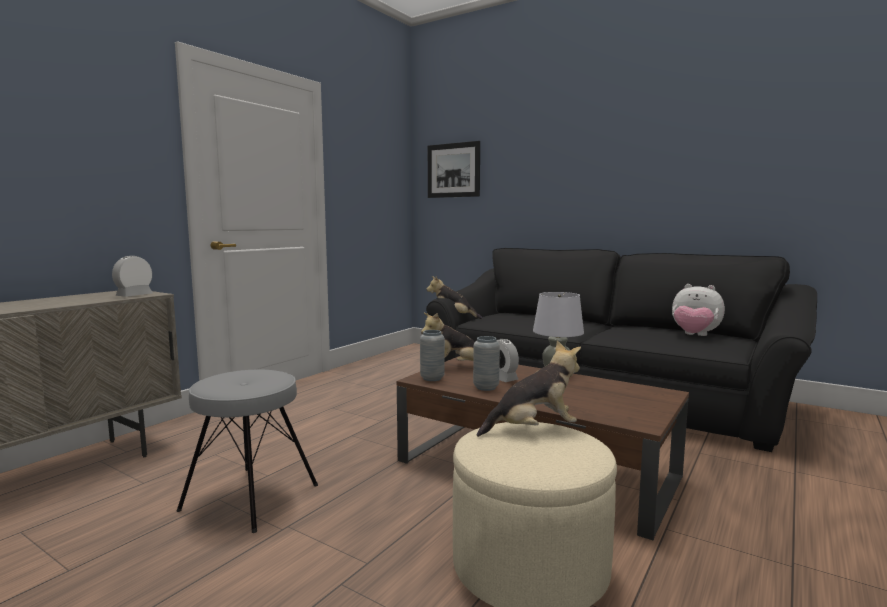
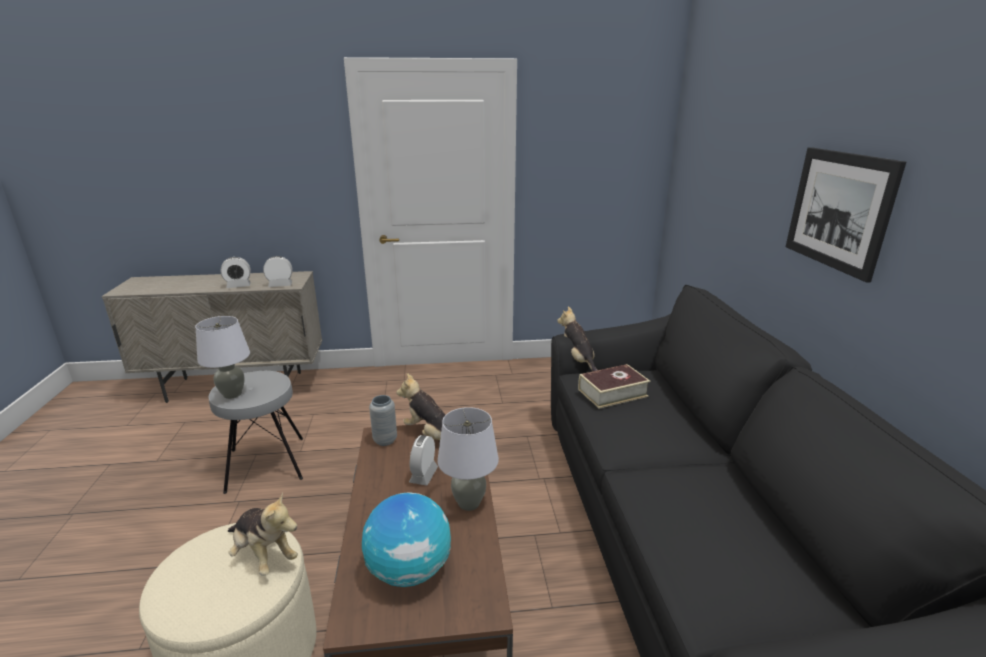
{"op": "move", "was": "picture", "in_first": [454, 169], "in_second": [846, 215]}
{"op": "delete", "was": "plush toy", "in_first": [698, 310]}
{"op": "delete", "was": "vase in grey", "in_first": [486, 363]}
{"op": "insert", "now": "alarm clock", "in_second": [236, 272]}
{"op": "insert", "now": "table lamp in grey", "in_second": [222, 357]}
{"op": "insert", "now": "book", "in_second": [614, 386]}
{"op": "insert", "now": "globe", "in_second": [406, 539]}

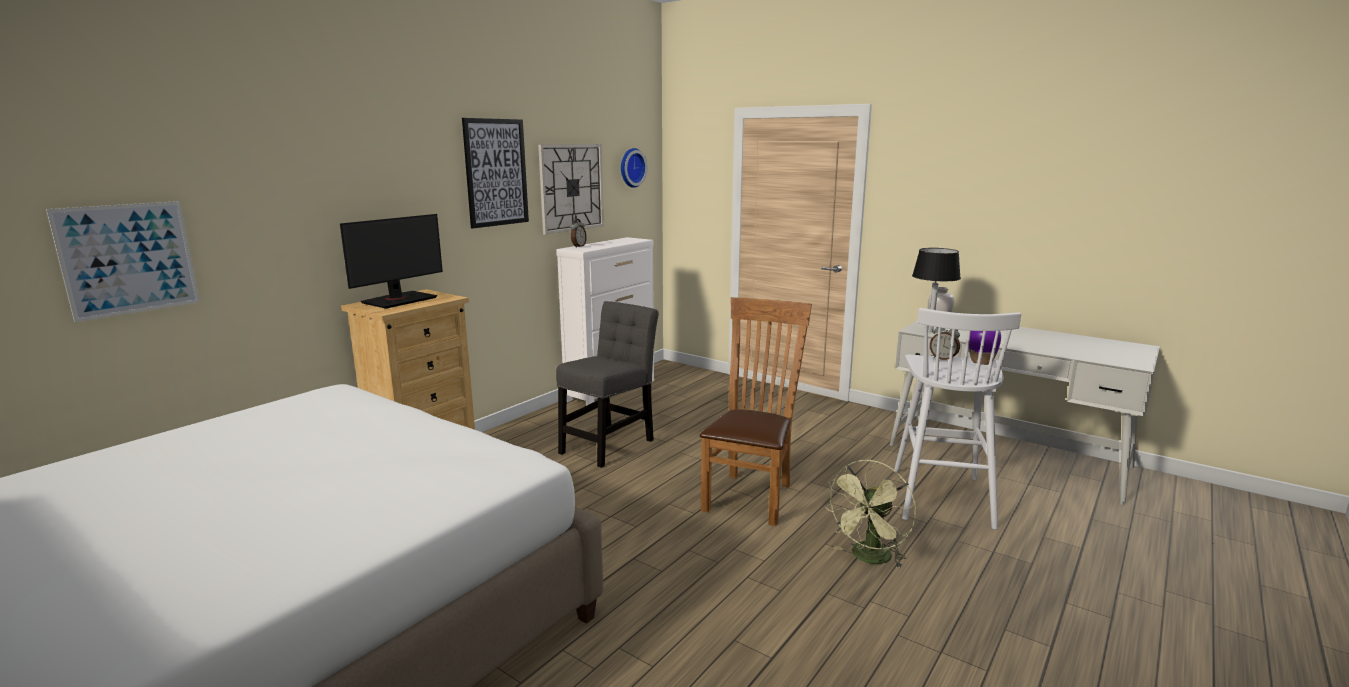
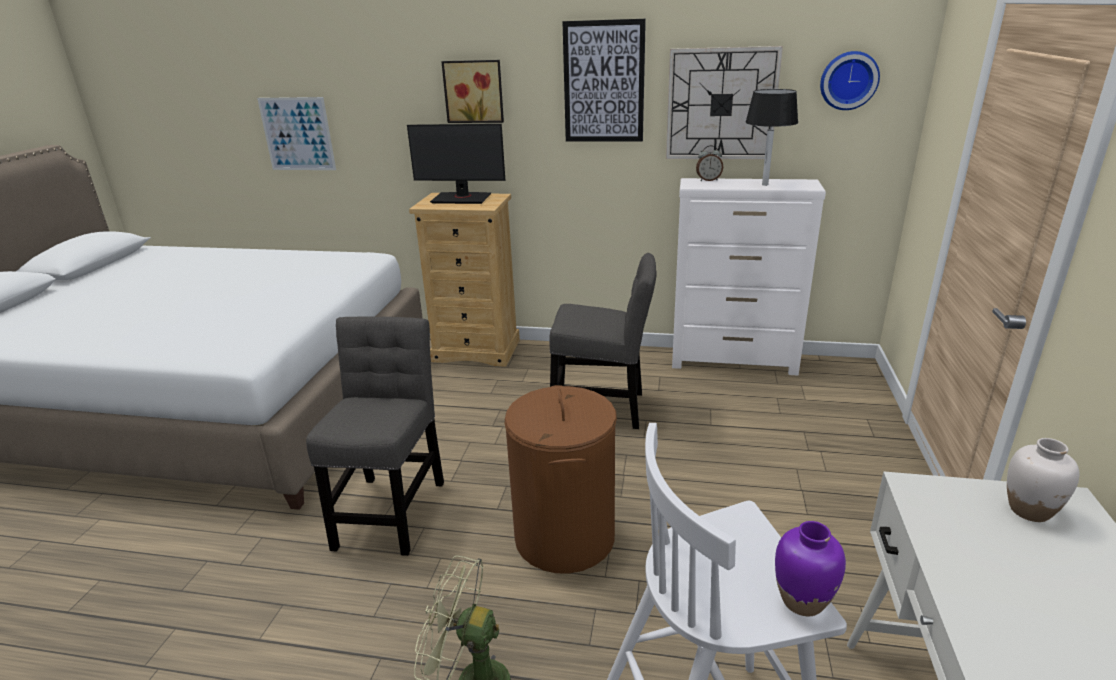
{"op": "move", "was": "table lamp in black", "in_first": [936, 290], "in_second": [771, 137]}
{"op": "replace", "was": "chair in brown", "now": "laundry basket in brown", "in_first": [756, 411], "in_second": [560, 479]}
{"op": "delete", "was": "alarm clock", "in_first": [945, 343]}
{"op": "insert", "now": "picture", "in_second": [472, 91]}
{"op": "insert", "now": "chair in grey", "in_second": [375, 436]}

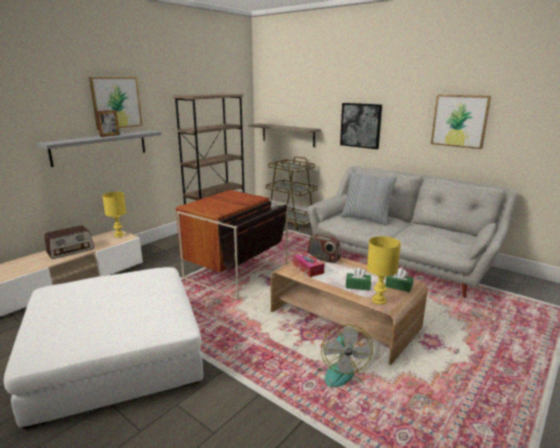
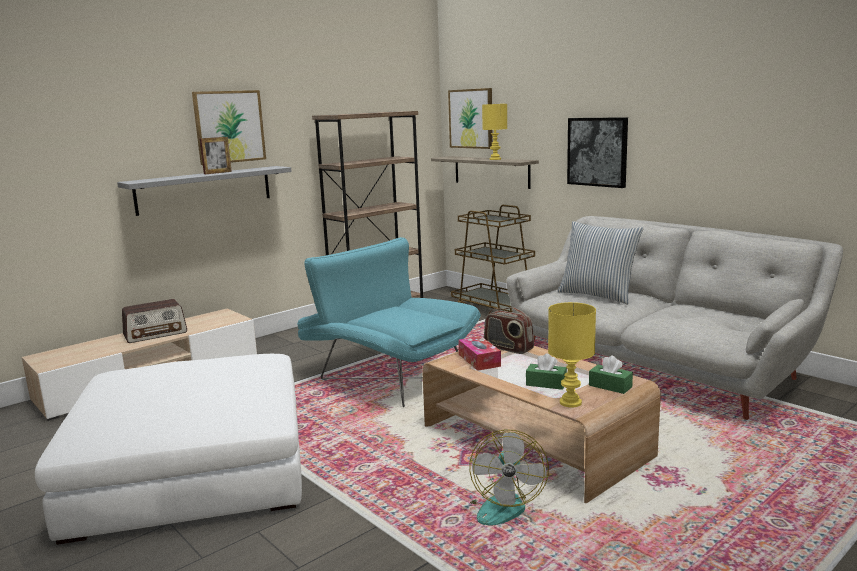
{"op": "move", "was": "picture", "in_first": [461, 122], "in_second": [470, 118]}
{"op": "replace", "was": "side table", "now": "armchair in turquoise", "in_first": [232, 245], "in_second": [389, 322]}
{"op": "move", "was": "table lamp in yellow", "in_first": [114, 214], "in_second": [494, 132]}

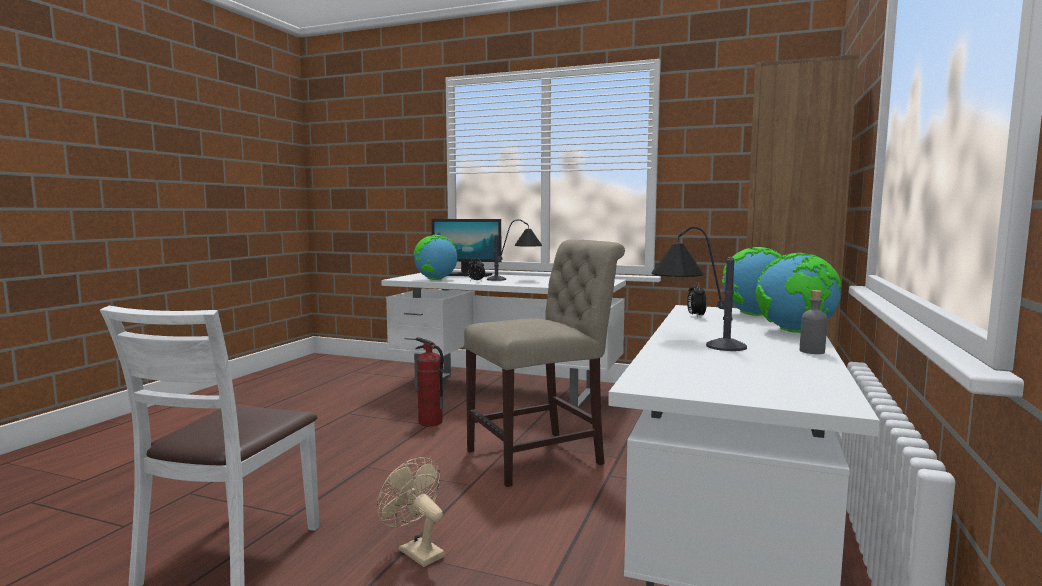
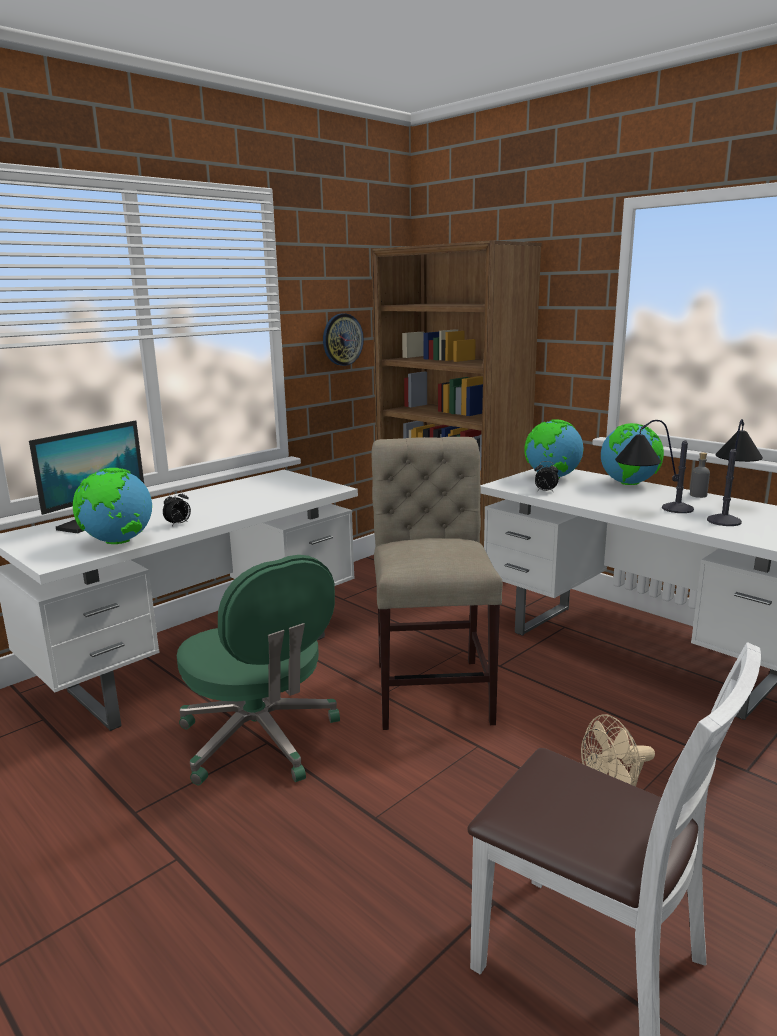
{"op": "move", "was": "table lamp", "in_first": [514, 250], "in_second": [735, 472]}
{"op": "replace", "was": "fire extinguisher", "now": "office chair in green", "in_first": [430, 381], "in_second": [258, 670]}
{"op": "insert", "now": "wall clock", "in_second": [343, 339]}

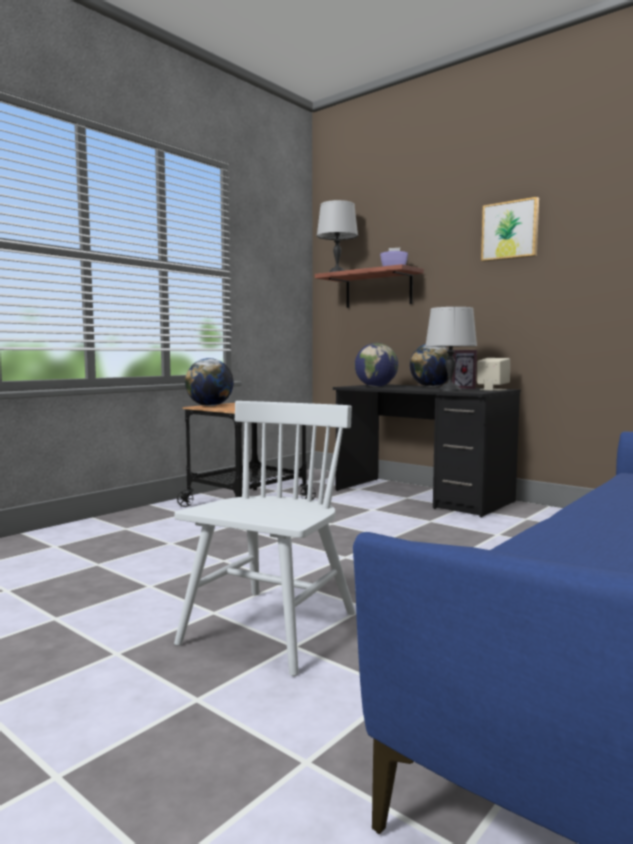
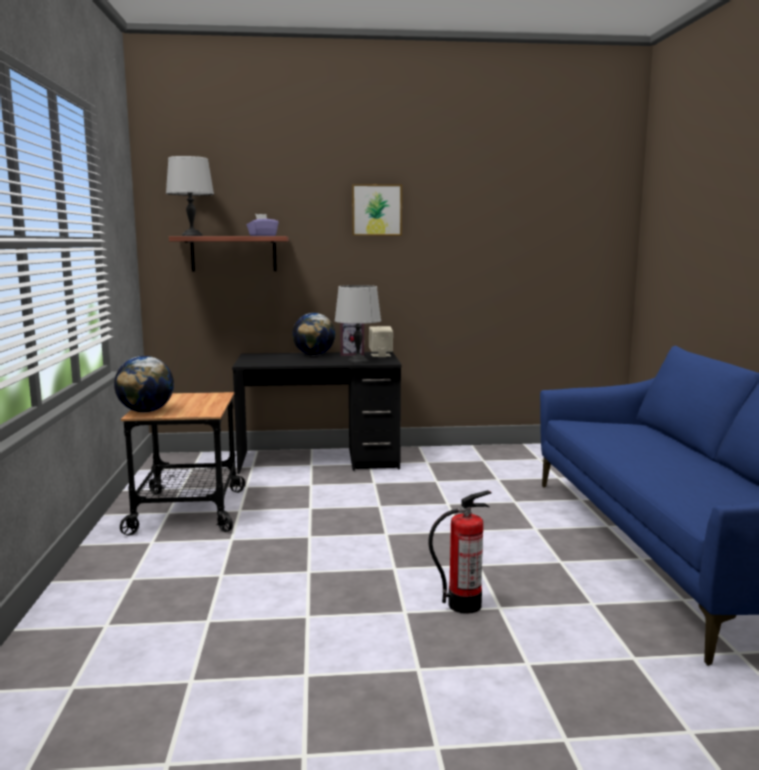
{"op": "delete", "was": "globe", "in_first": [376, 365]}
{"op": "replace", "was": "chair in white", "now": "fire extinguisher", "in_first": [265, 538], "in_second": [460, 552]}

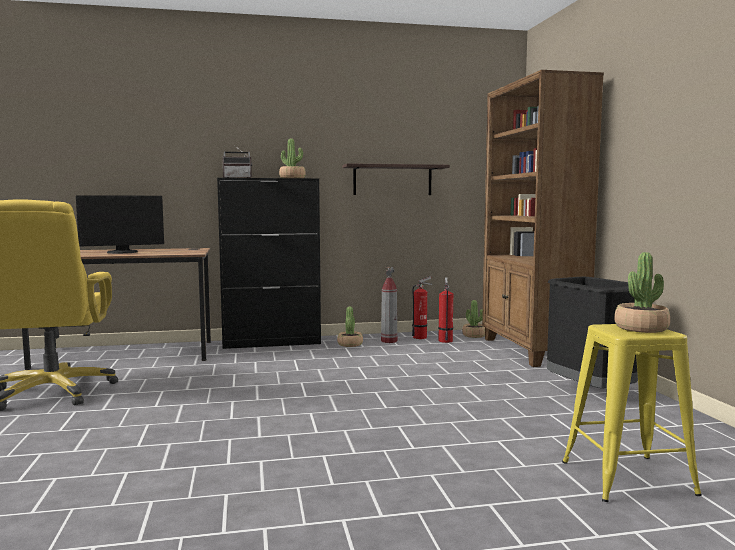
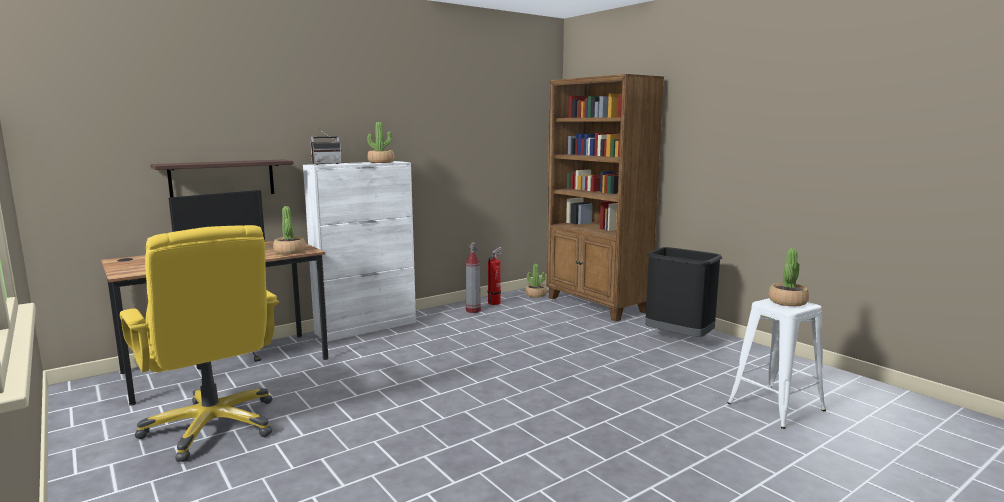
{"op": "move", "was": "shelf", "in_first": [396, 179], "in_second": [222, 178]}
{"op": "recolor", "was": "cabinet in black", "now": "cabinet in white", "in_first": [269, 263], "in_second": [359, 251]}
{"op": "delete", "was": "fire extinguisher", "in_first": [445, 310]}
{"op": "move", "was": "potted plant", "in_first": [350, 326], "in_second": [289, 230]}
{"op": "recolor", "was": "stool in yellow", "now": "stool in white", "in_first": [632, 413], "in_second": [777, 363]}

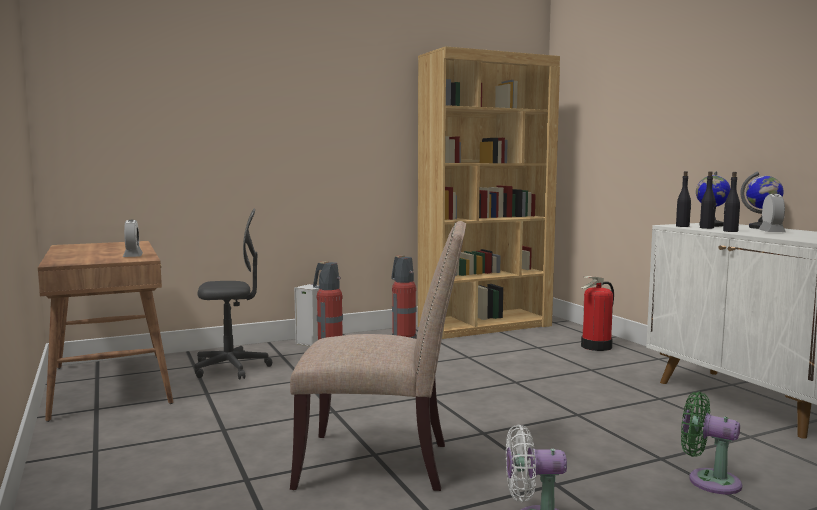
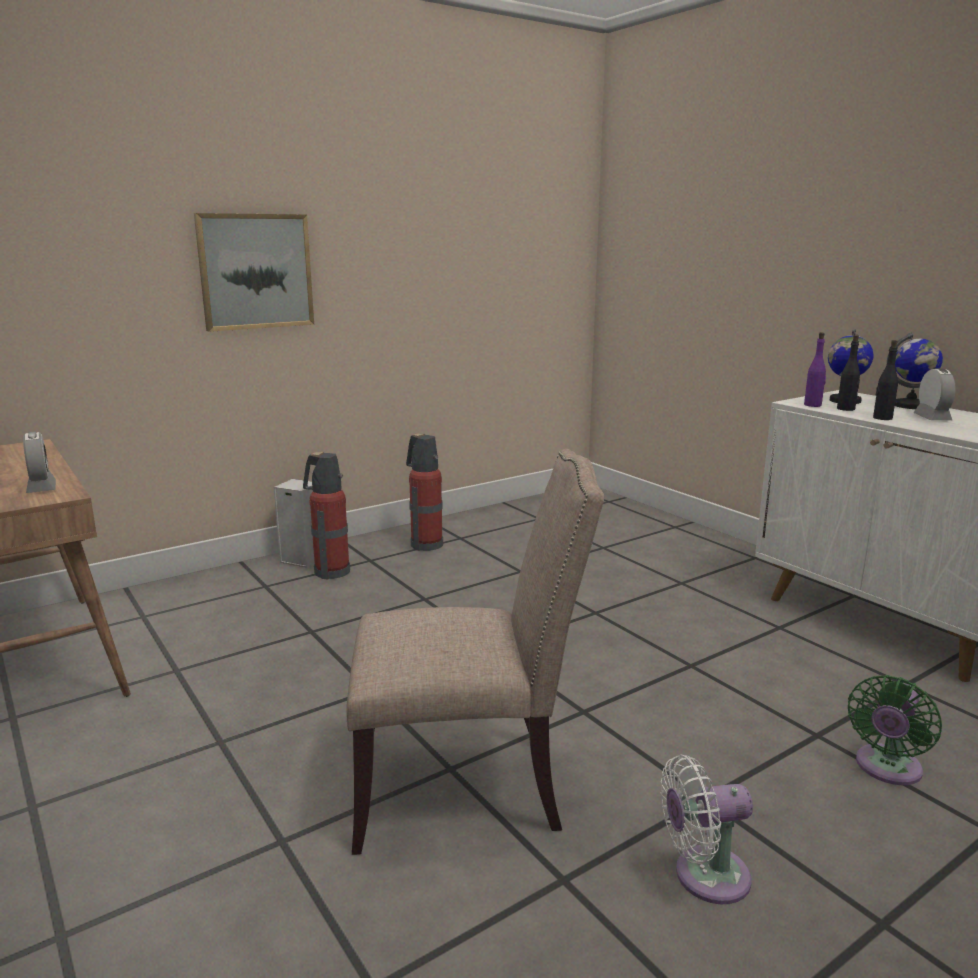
{"op": "delete", "was": "bookcase in brown", "in_first": [489, 192]}
{"op": "recolor", "was": "bottle in black", "now": "bottle in purple", "in_first": [683, 199], "in_second": [815, 369]}
{"op": "delete", "was": "office chair in grey", "in_first": [233, 294]}
{"op": "delete", "was": "fire extinguisher", "in_first": [597, 313]}
{"op": "rotate", "was": "fan in green", "in_first": [711, 443], "in_second": [895, 730], "clockwise": -75}
{"op": "insert", "now": "picture", "in_second": [254, 272]}

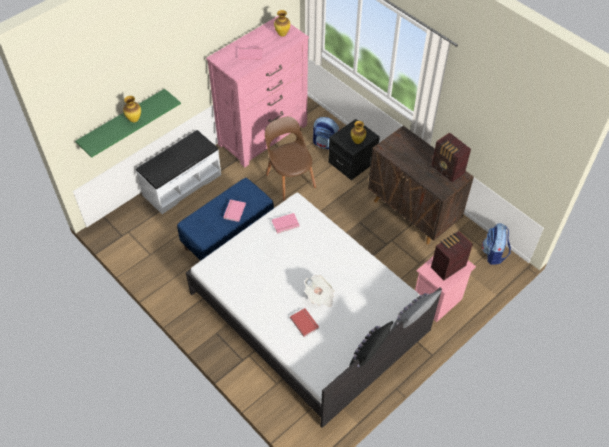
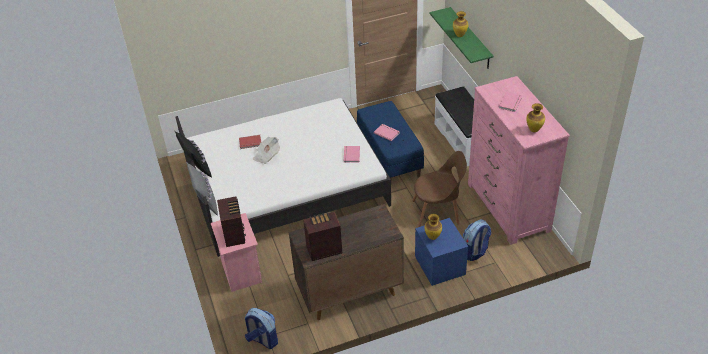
{"op": "recolor", "was": "nightstand in black", "now": "nightstand in blue", "in_first": [354, 149], "in_second": [441, 252]}

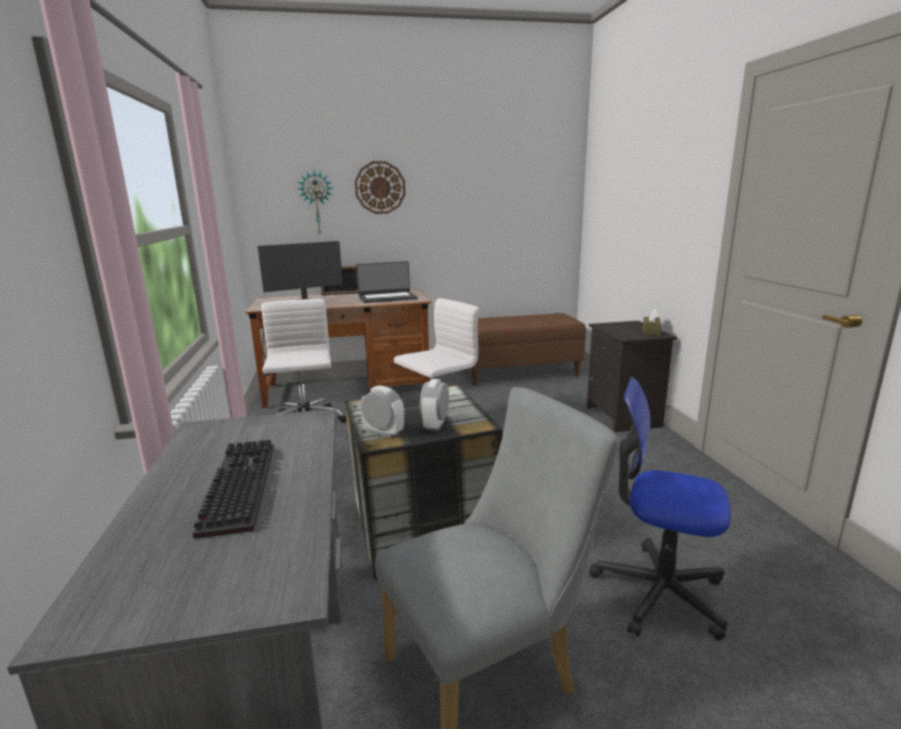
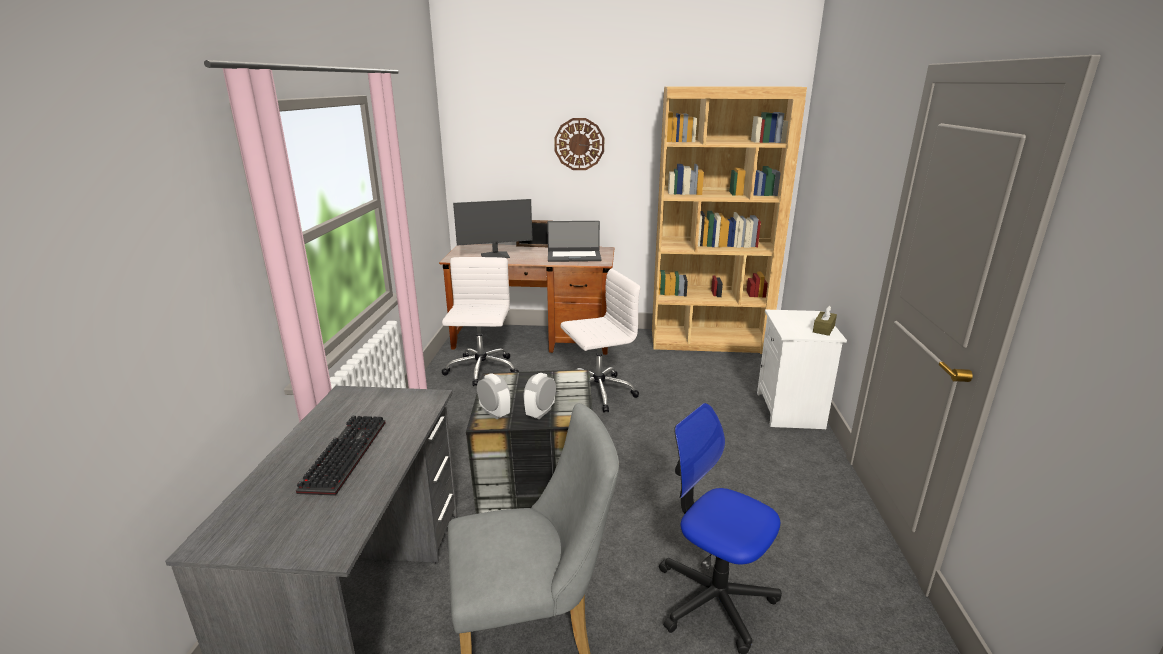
{"op": "delete", "was": "wall clock", "in_first": [315, 203]}
{"op": "replace", "was": "bench in brown", "now": "bookcase in brown", "in_first": [524, 349], "in_second": [729, 220]}
{"op": "recolor", "was": "nightstand in black", "now": "nightstand in white", "in_first": [632, 376], "in_second": [802, 369]}

